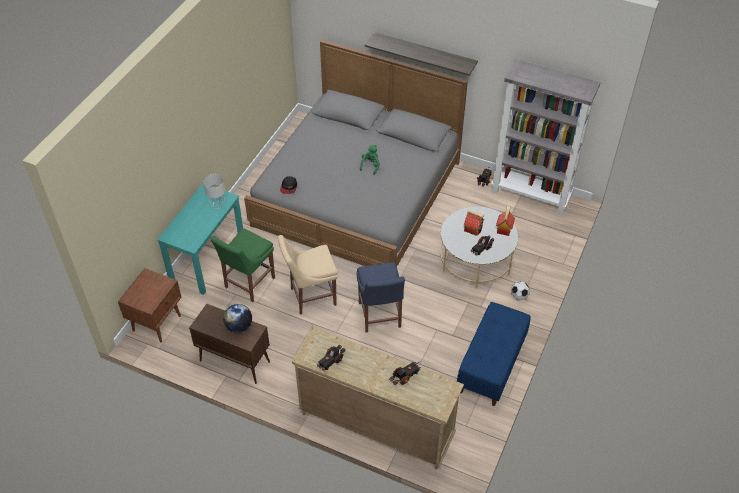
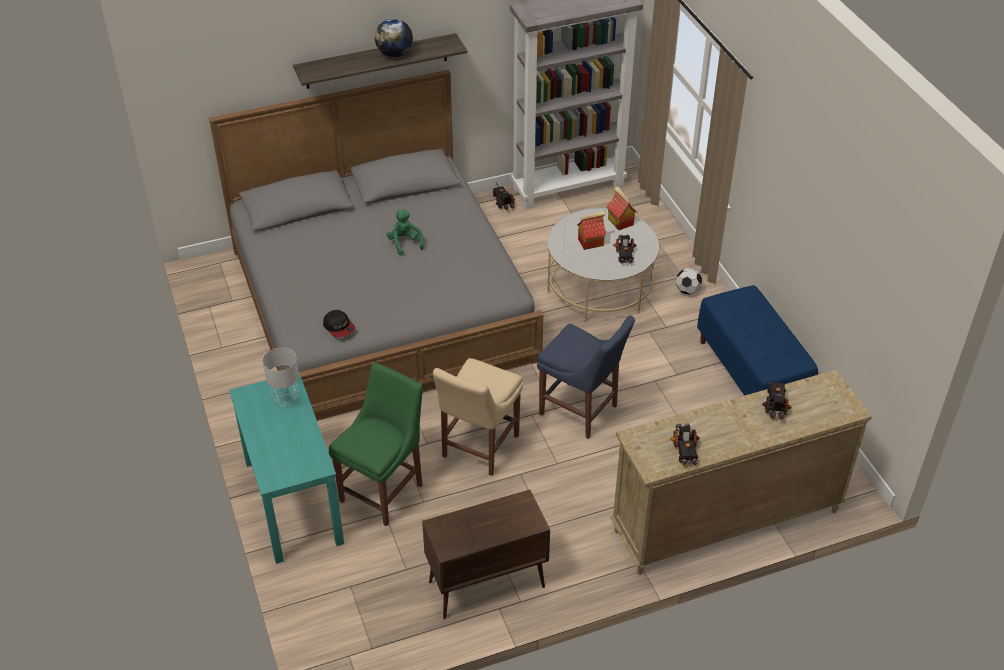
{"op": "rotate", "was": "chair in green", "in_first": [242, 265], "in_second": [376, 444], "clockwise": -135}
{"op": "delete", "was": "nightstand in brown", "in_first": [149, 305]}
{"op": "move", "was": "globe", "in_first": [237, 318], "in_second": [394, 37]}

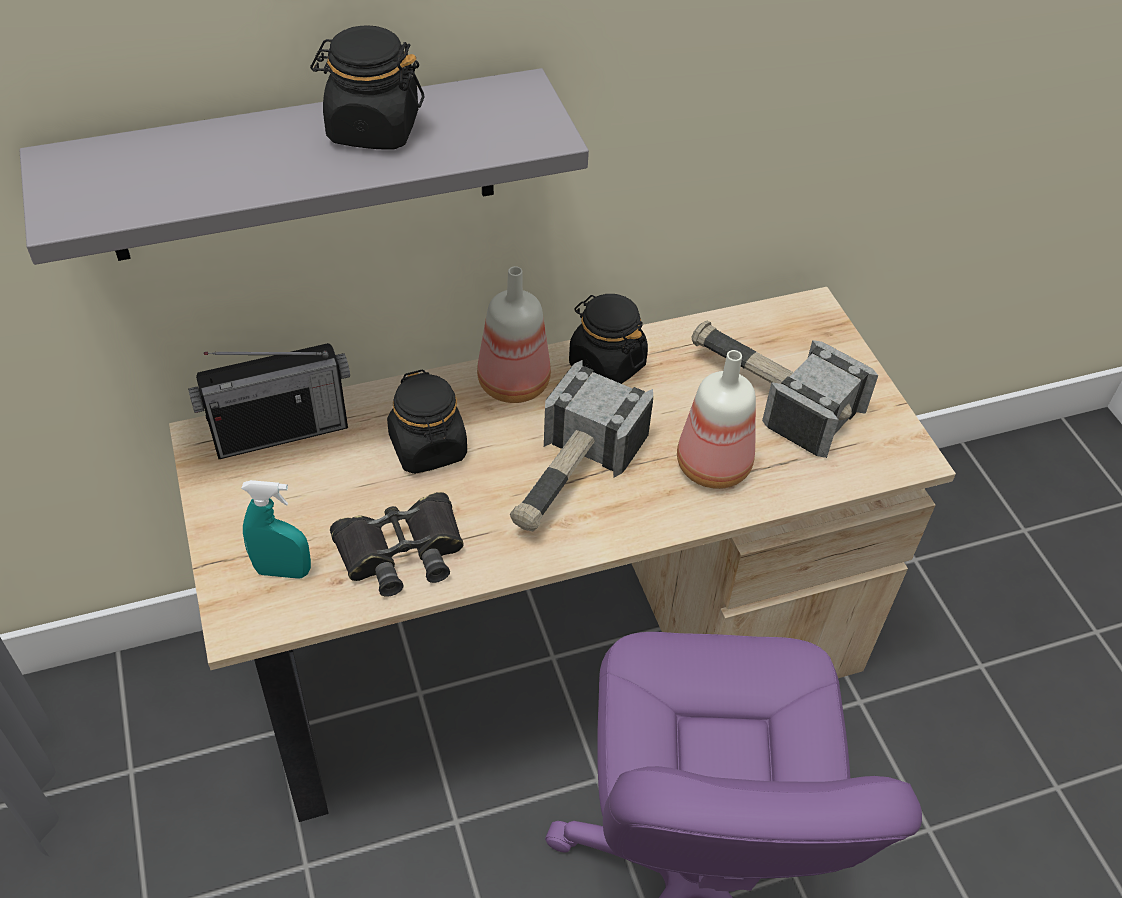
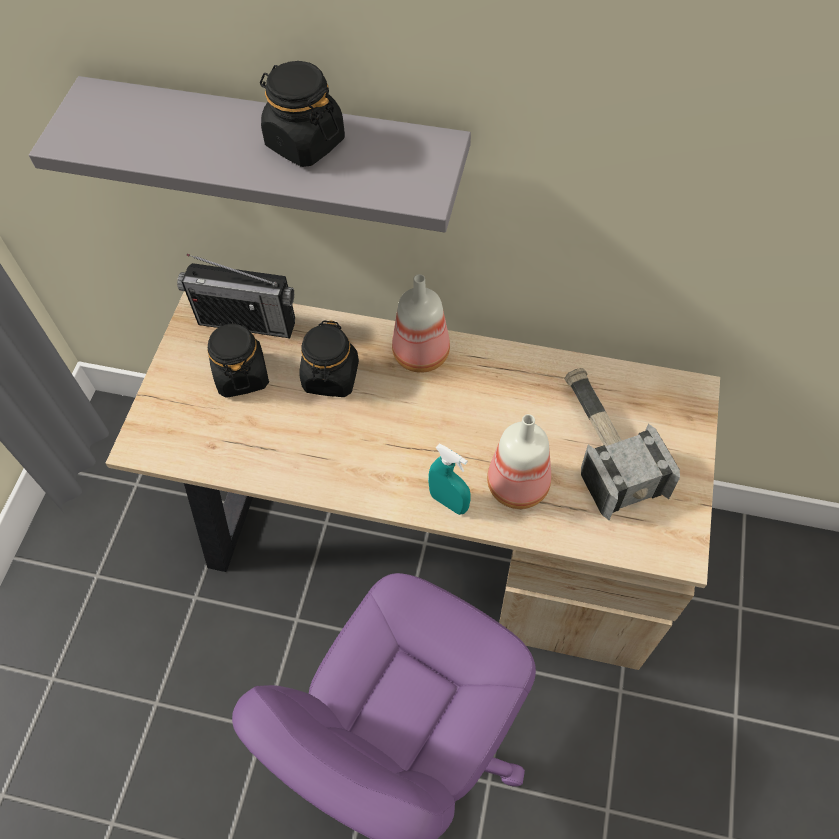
{"op": "move", "was": "jar in black", "in_first": [608, 339], "in_second": [238, 359]}
{"op": "delete", "was": "hammer", "in_first": [581, 445]}
{"op": "move", "was": "spray bottle in turquoise", "in_first": [276, 529], "in_second": [449, 479]}
{"op": "delete", "was": "binoculars in black", "in_first": [397, 544]}

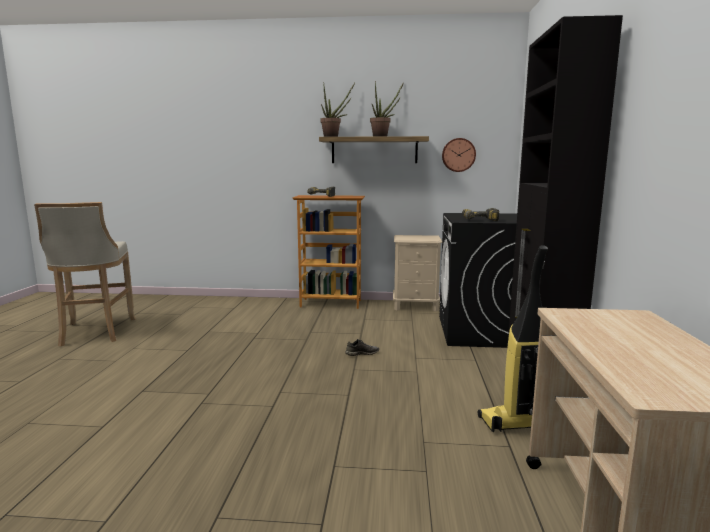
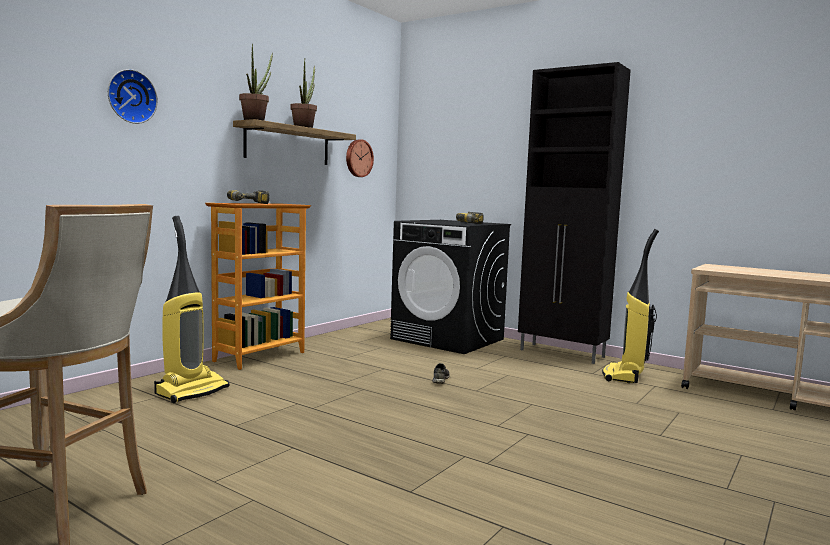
{"op": "delete", "was": "nightstand in beige", "in_first": [417, 273]}
{"op": "insert", "now": "wall clock", "in_second": [133, 96]}
{"op": "insert", "now": "vacuum cleaner", "in_second": [192, 309]}

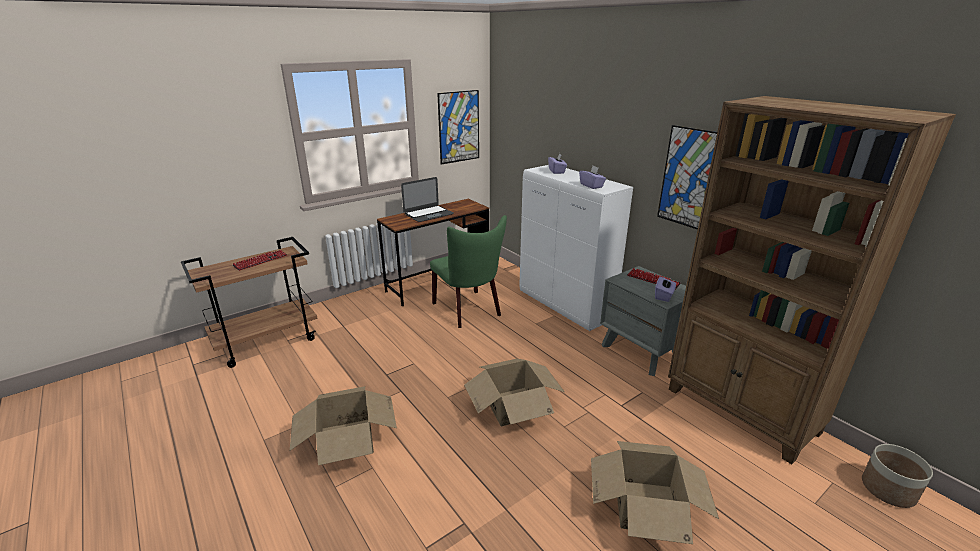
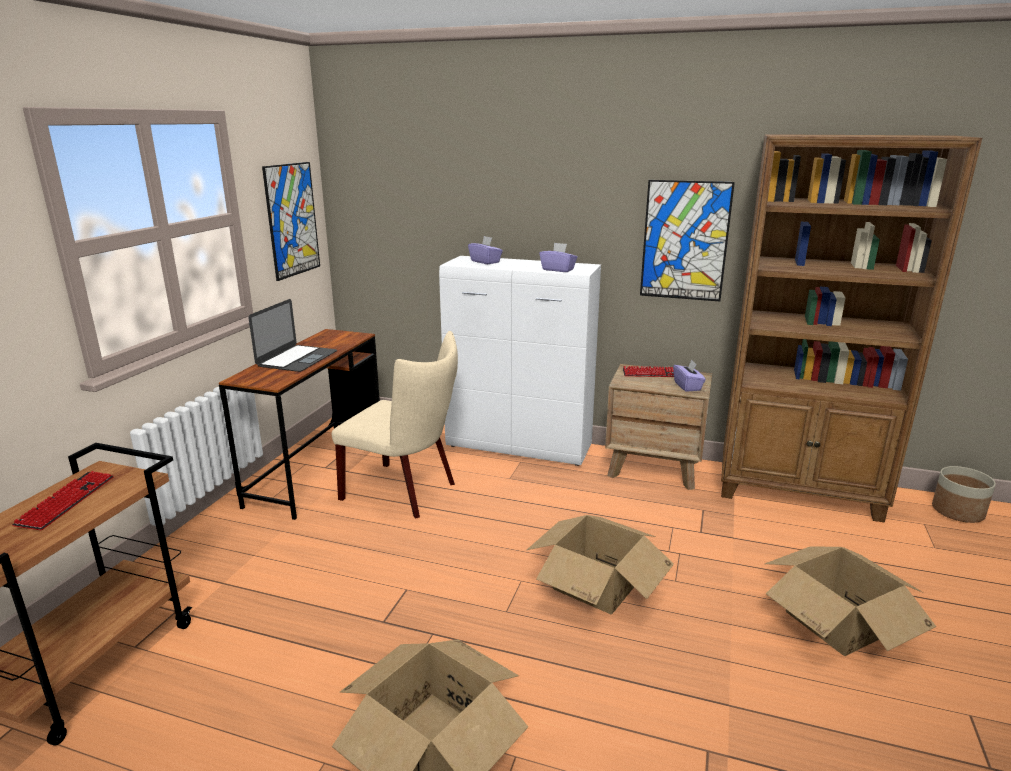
{"op": "recolor", "was": "chair in green", "now": "chair in beige", "in_first": [468, 271], "in_second": [395, 425]}
{"op": "recolor", "was": "nightstand in grey", "now": "nightstand in brown", "in_first": [643, 321], "in_second": [658, 427]}

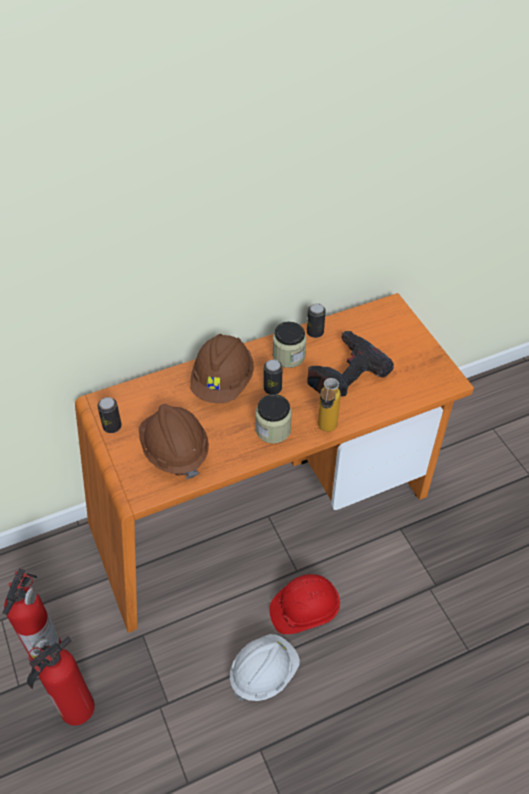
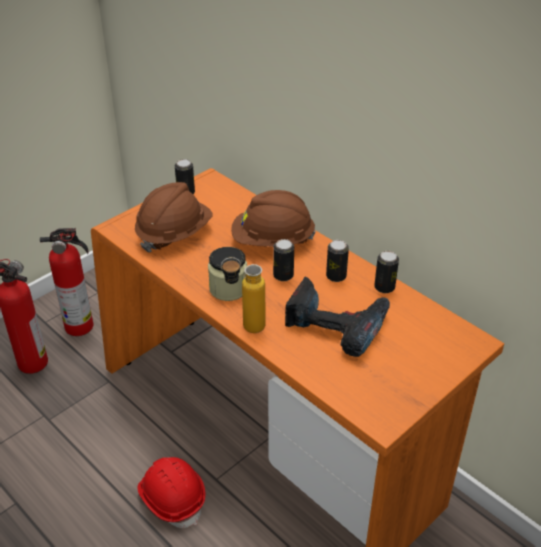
{"op": "replace", "was": "jar", "now": "can", "in_first": [289, 345], "in_second": [337, 261]}
{"op": "delete", "was": "hard hat in white", "in_first": [265, 667]}

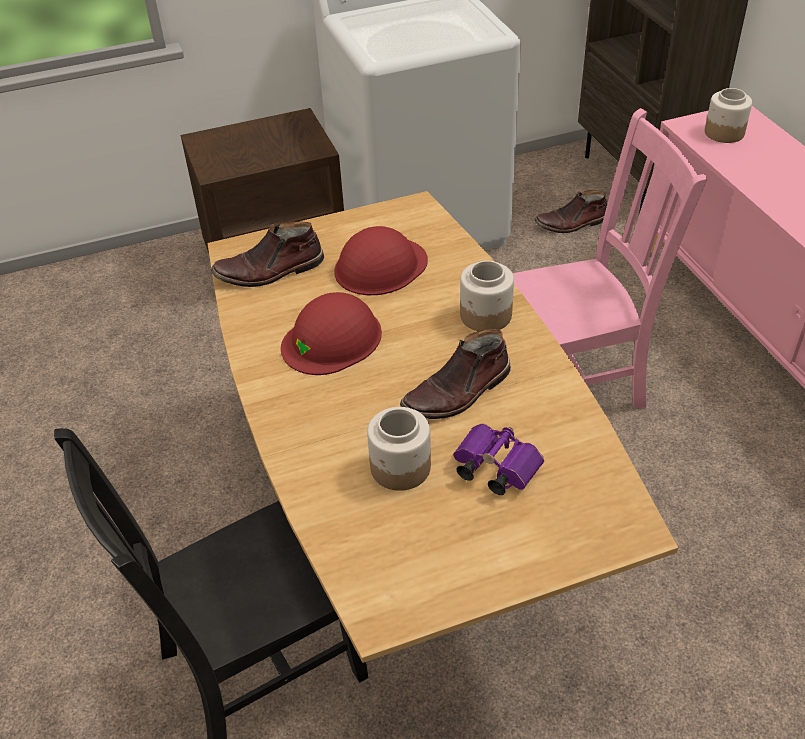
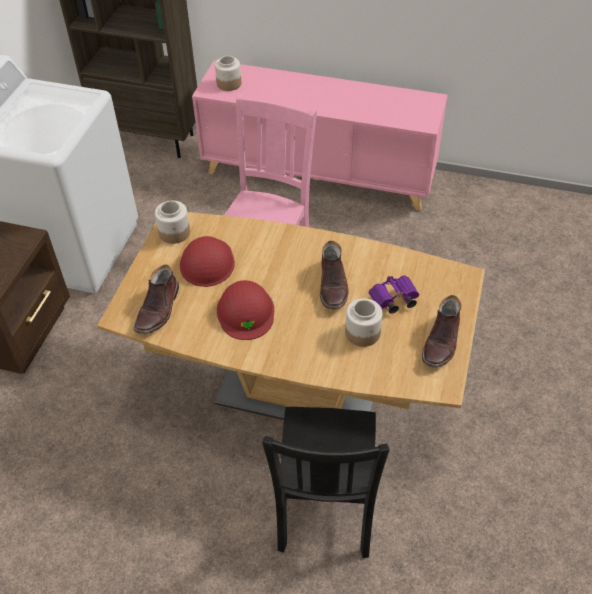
{"op": "move", "was": "boot in brown", "in_first": [570, 211], "in_second": [441, 331]}
{"op": "move", "was": "jar", "in_first": [487, 296], "in_second": [172, 222]}

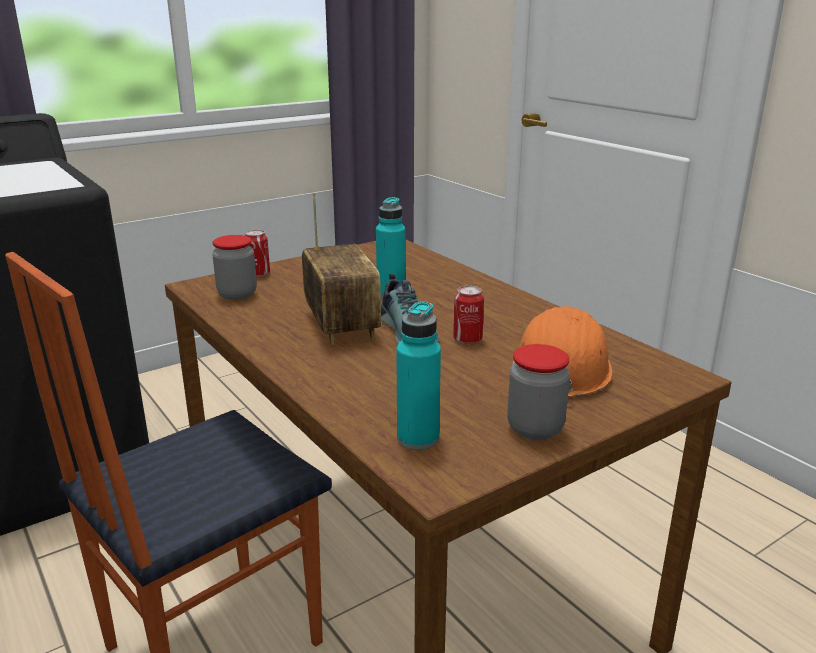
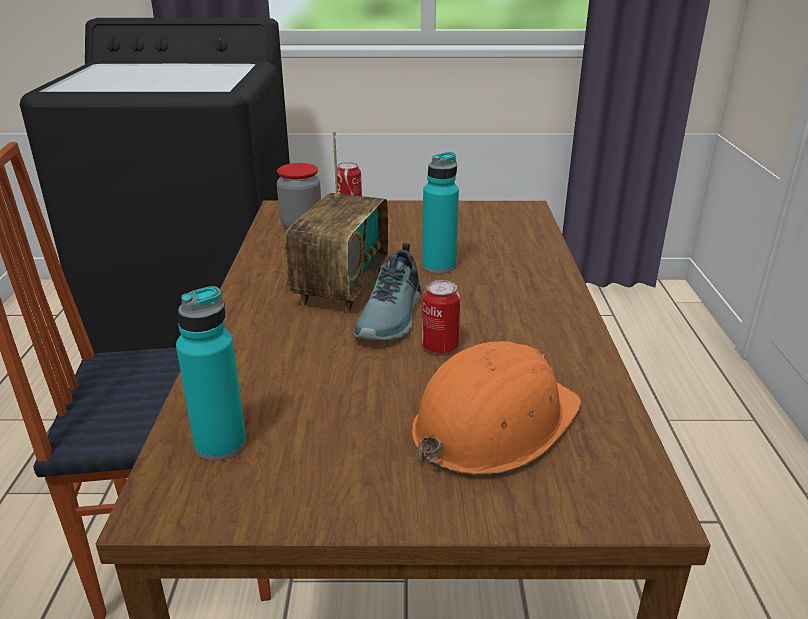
{"op": "delete", "was": "jar", "in_first": [538, 392]}

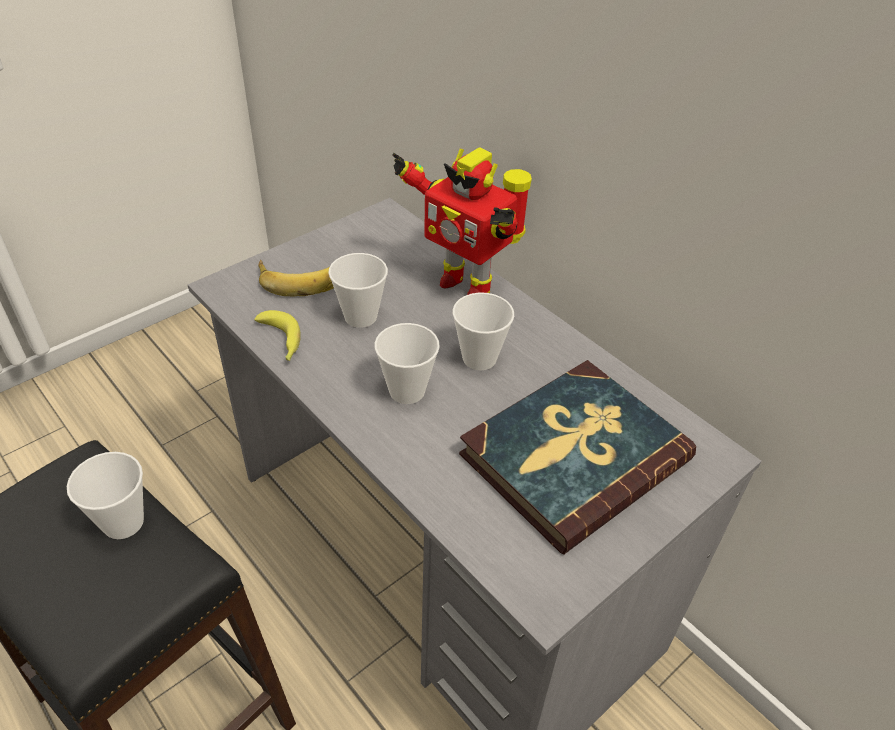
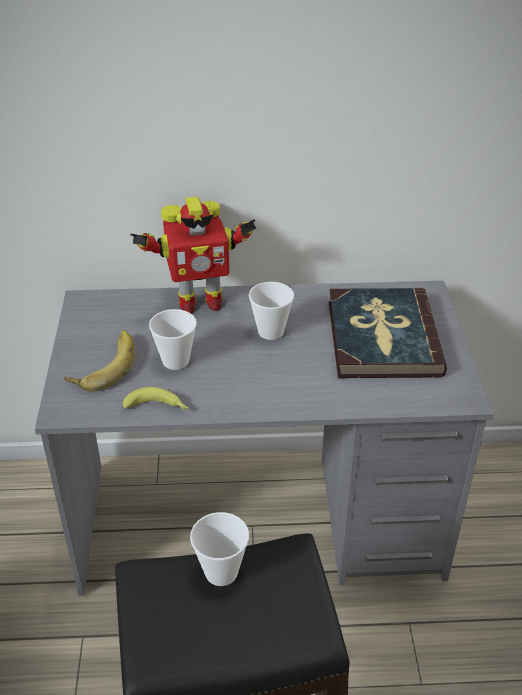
{"op": "delete", "was": "cup", "in_first": [407, 363]}

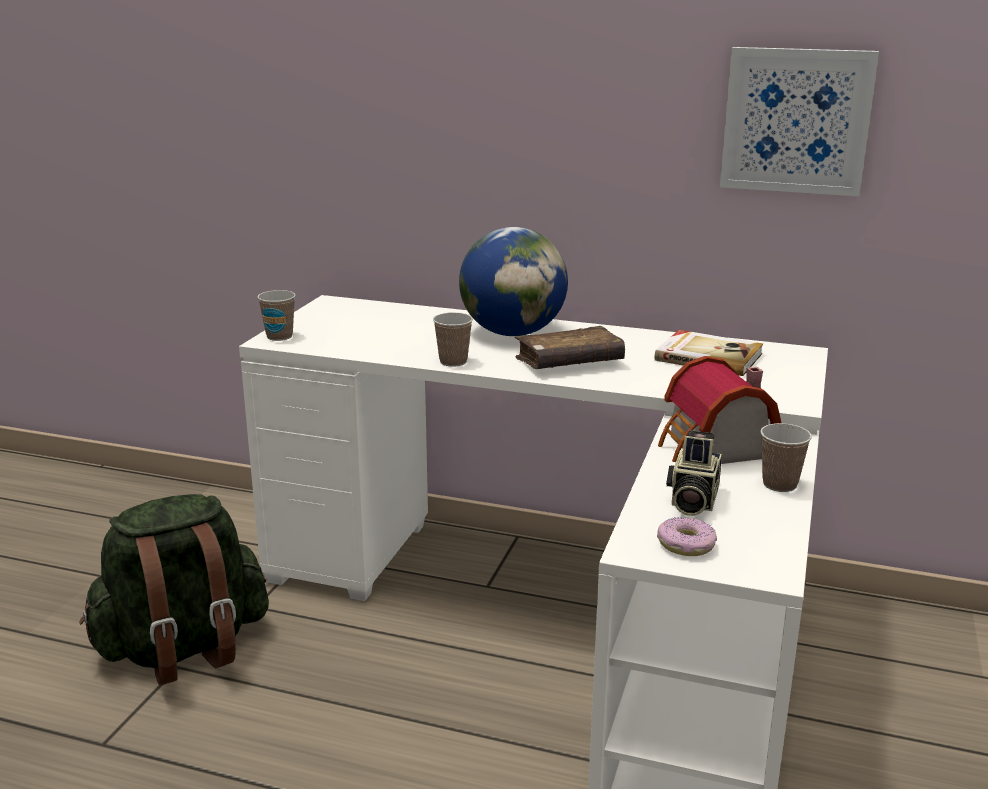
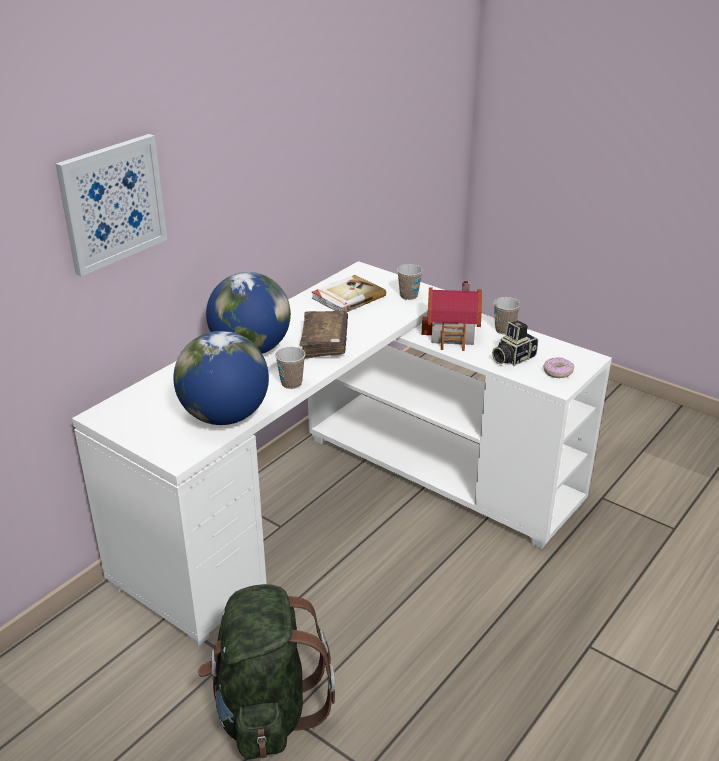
{"op": "move", "was": "picture", "in_first": [799, 121], "in_second": [111, 205]}
{"op": "move", "was": "cup", "in_first": [276, 315], "in_second": [410, 282]}
{"op": "rotate", "was": "photo camera", "in_first": [694, 473], "in_second": [515, 343], "clockwise": 105}
{"op": "insert", "now": "globe", "in_second": [221, 378]}

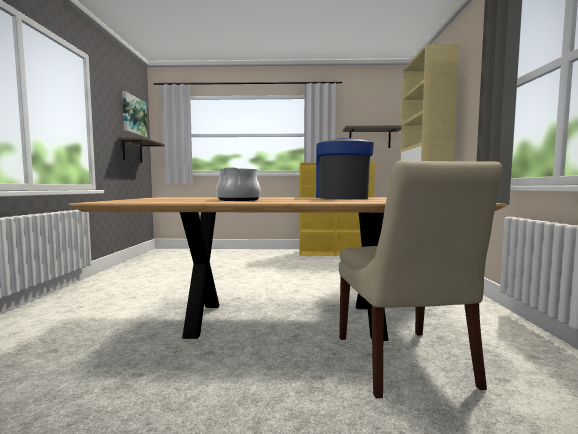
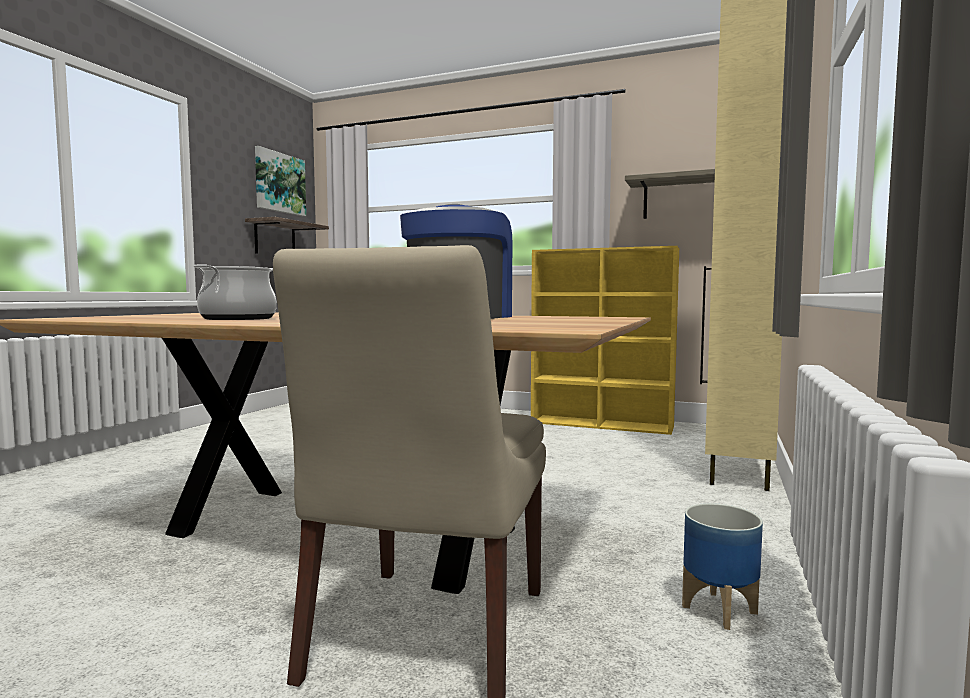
{"op": "insert", "now": "planter", "in_second": [722, 566]}

